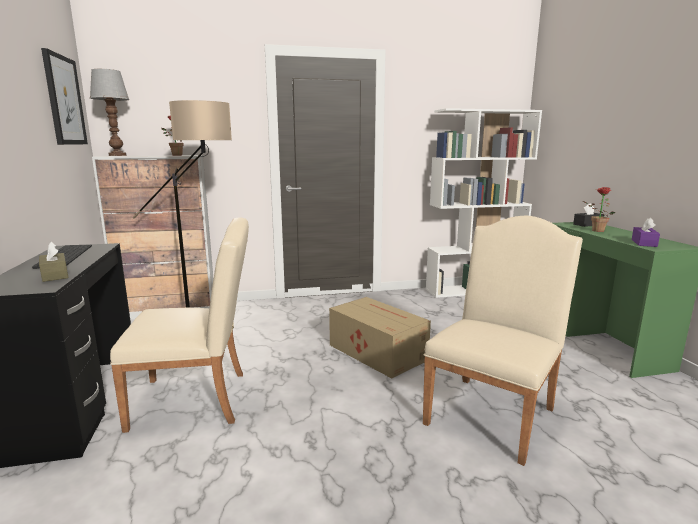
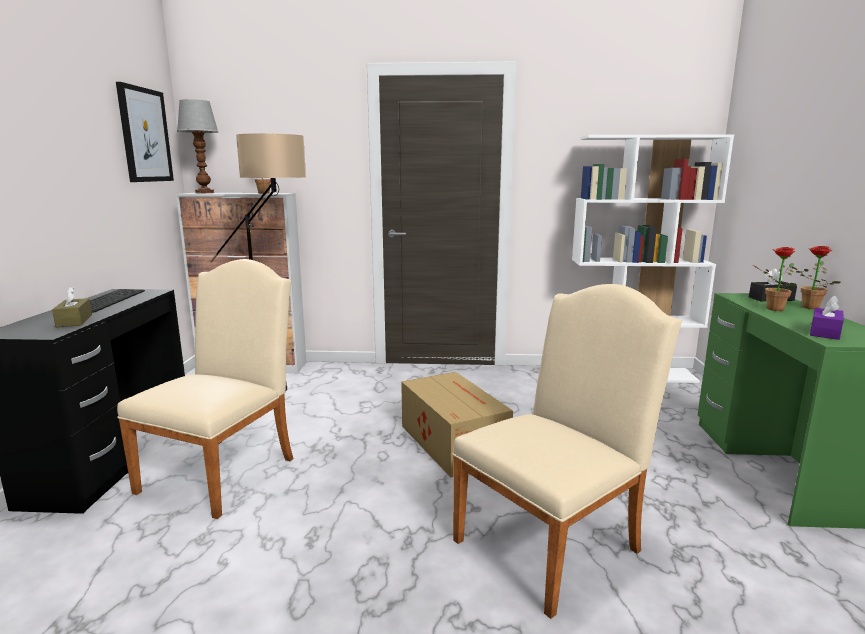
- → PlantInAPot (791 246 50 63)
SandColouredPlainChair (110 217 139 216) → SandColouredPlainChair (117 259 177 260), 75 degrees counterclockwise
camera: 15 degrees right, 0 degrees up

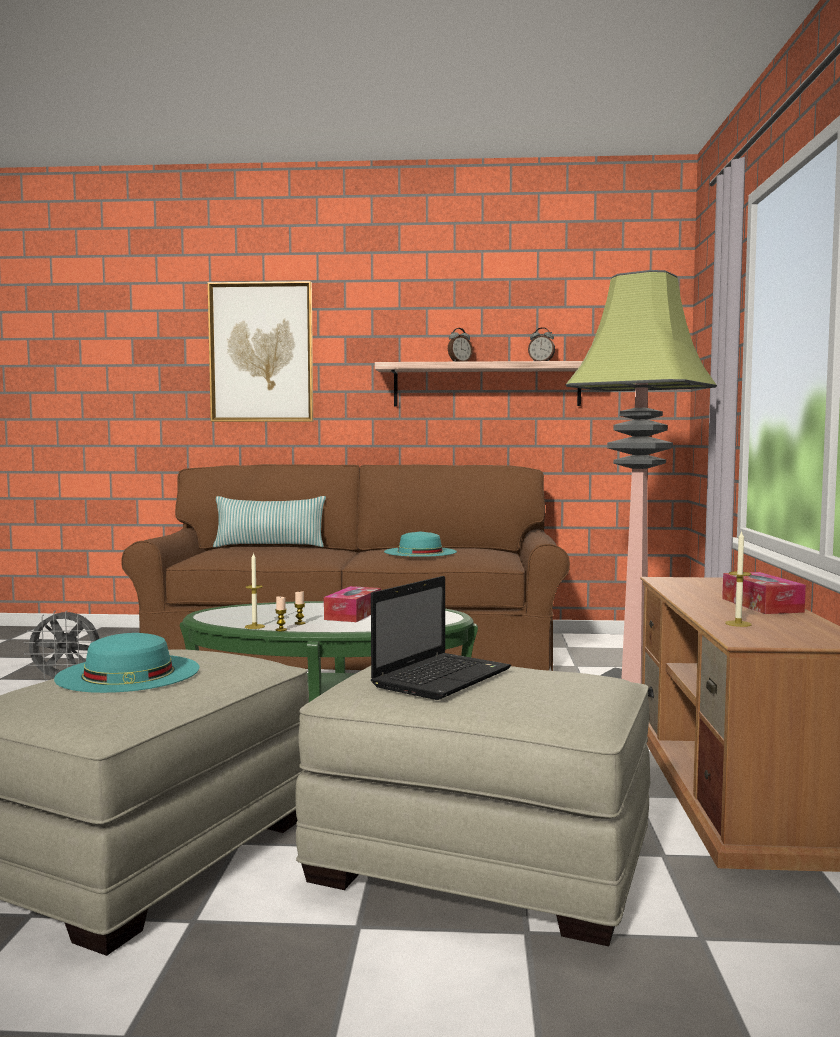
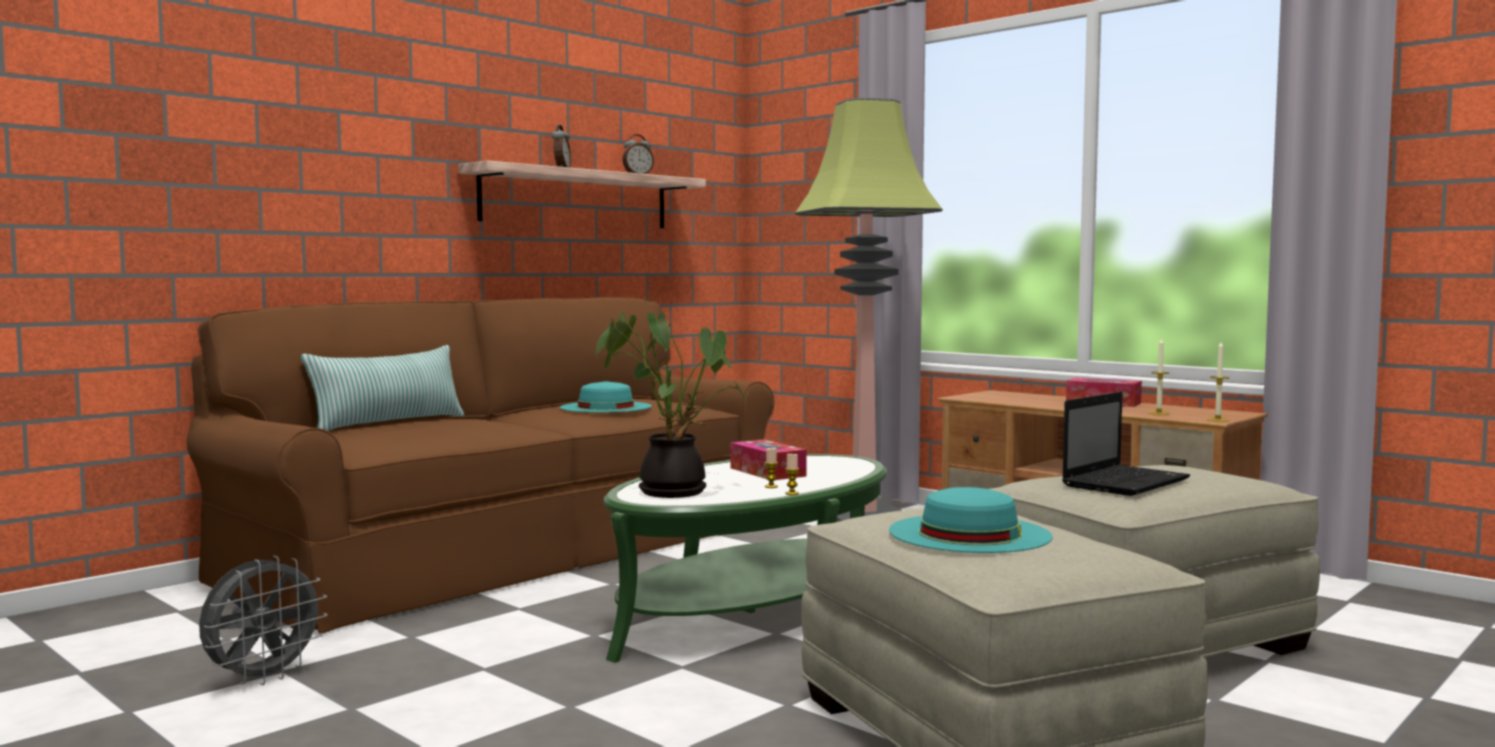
WallArt (208 281 105 141) → -
- → PlantInAPot (596 312 150 186)
WaxLight (245 552 20 77) → WaxLight (1207 342 23 80), moved
NotebookComputer (371 576 140 124) → NotebookComputer (1062 392 128 104), 60 degrees clockwise
camera: 50 degrees left, 0 degrees up

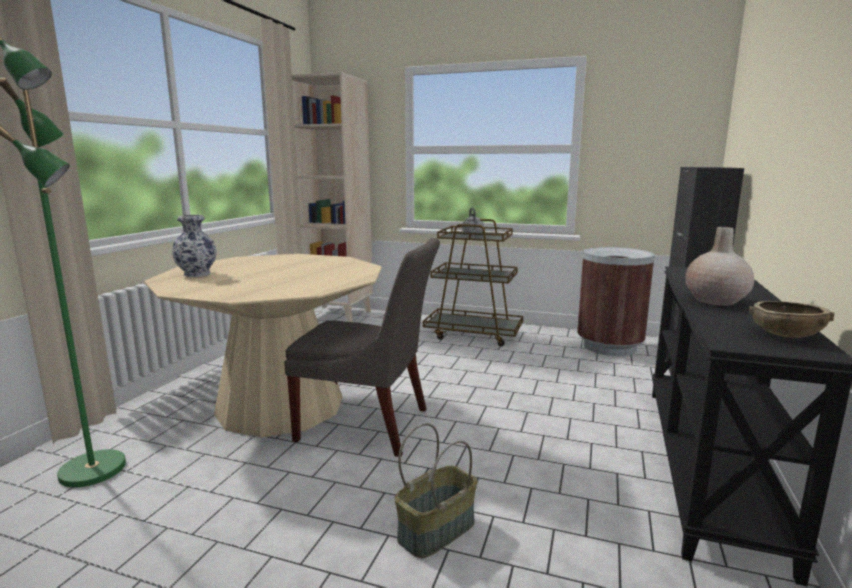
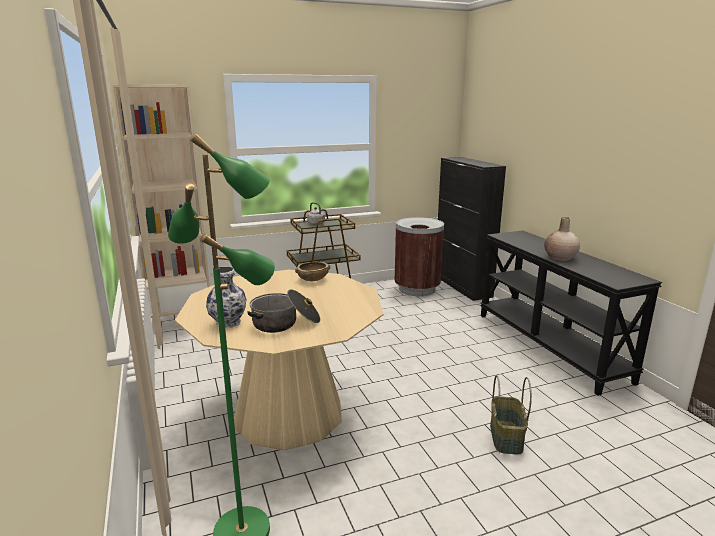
GreyPlainChair (284 238 156 219) → -
- → CookingPot (248 289 72 44)
BrownColouredDeepDish (749 301 85 37) → BrownColouredDeepDish (295 262 35 19), moved
camera: 40 degrees left, 5 degrees up

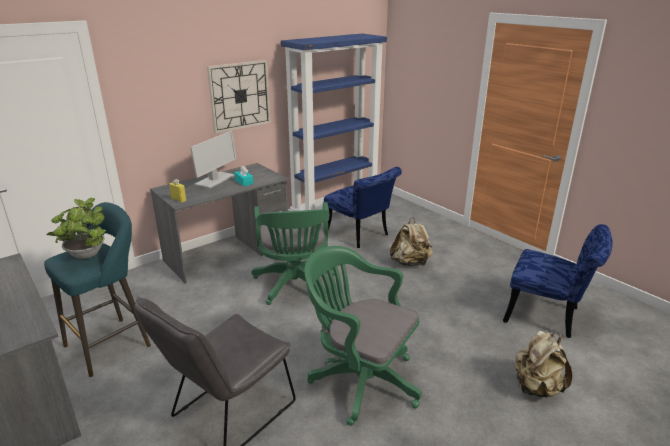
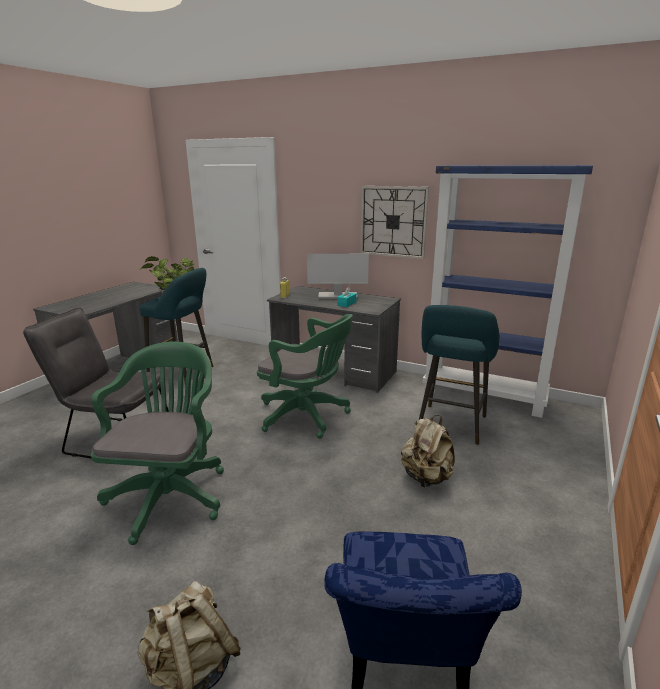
BluishPlainChair (324 167 78 81) → BlueGreenStoolSeat (419 305 81 140)
GreenishComputerChair (252 202 83 103) → GreenishComputerChair (257 314 96 125), 120 degrees counterclockwise
camera: 65 degrees right, 5 degrees down

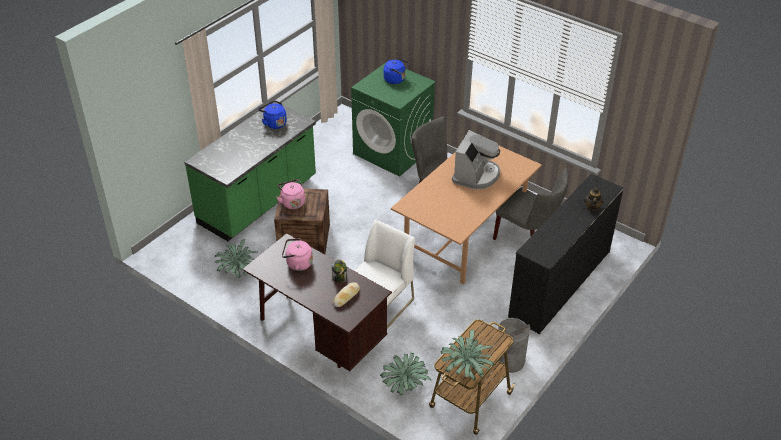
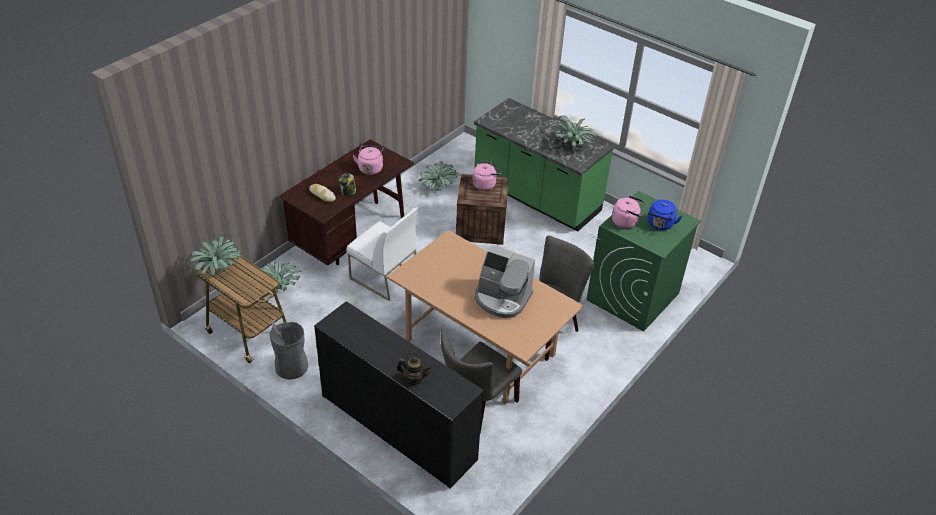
- → PinkKettle (612 196 32 32)
BluishKettle (258 100 29 29) → PlantInAPot (554 115 43 32)
camera: 90 degrees right, 0 degrees up

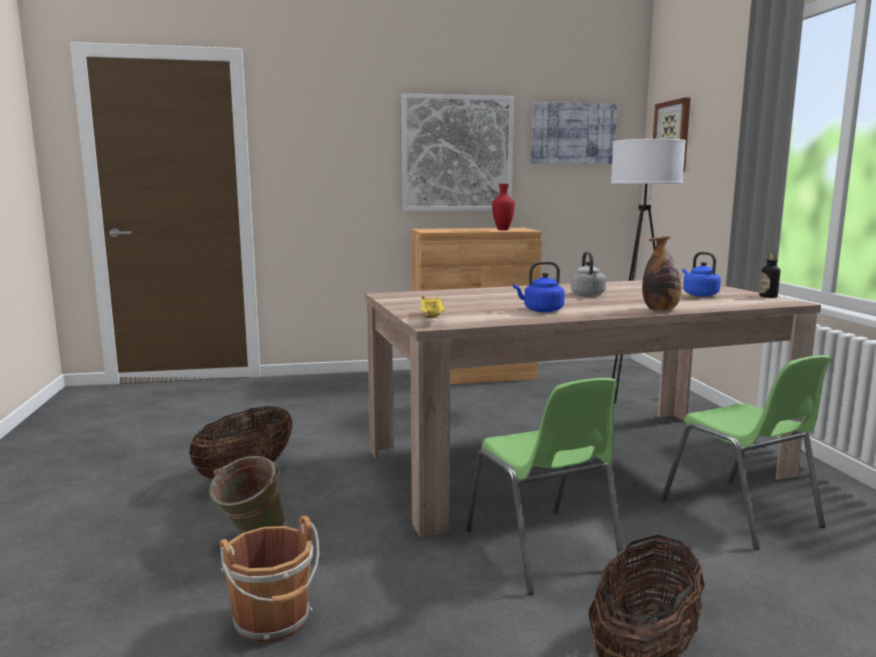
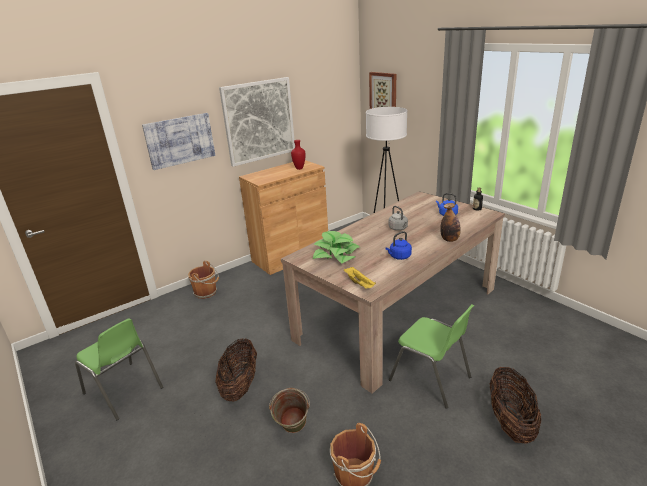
- → BrownColouredPail (188 261 31 38)
- → PlantInAPot (313 231 47 33)
WallArt (531 102 86 62) → WallArt (142 113 73 57), moved
GreenishPlainChair (661 355 171 194) → GreenishPlainChair (75 318 88 102), moved
camera: 25 degrees left, 15 degrees up

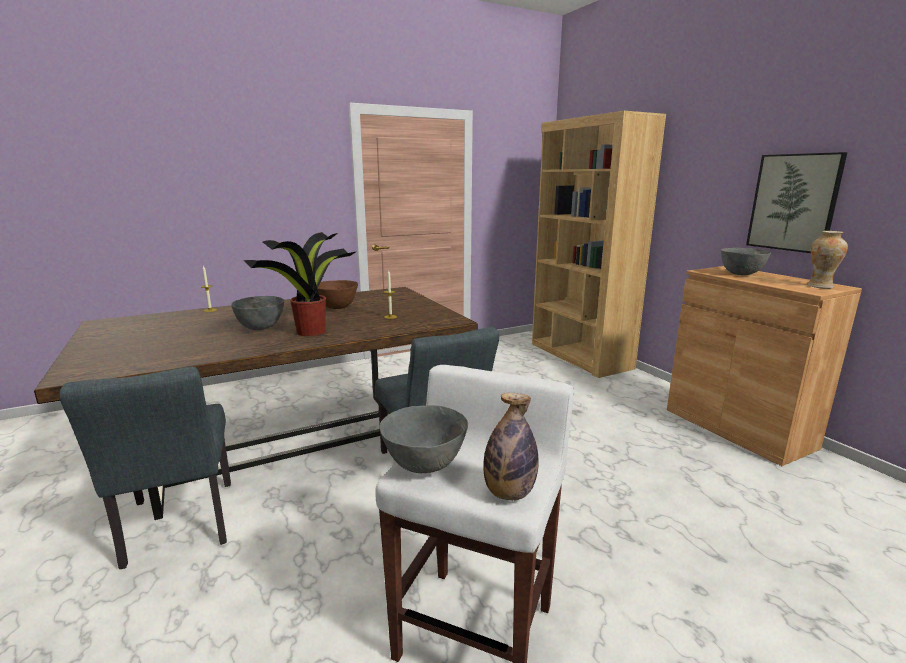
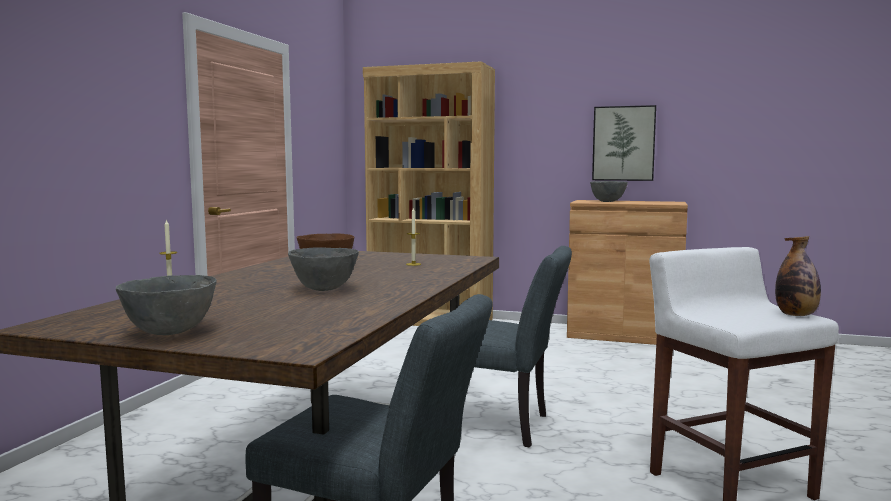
PlantInAPot (243 232 113 104) → -
FlowerVase (807 231 41 58) → -
GreyDeepDish (380 405 88 68) → GreyDeepDish (116 275 101 60), moved
camera: 45 degrees left, 10 degrees down

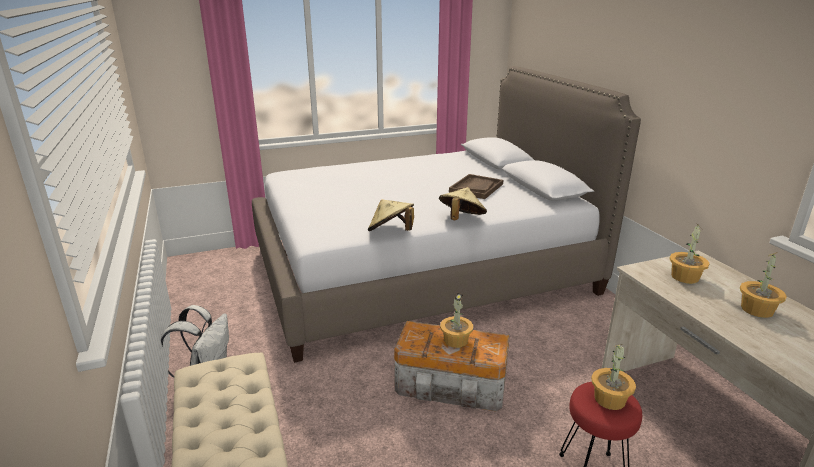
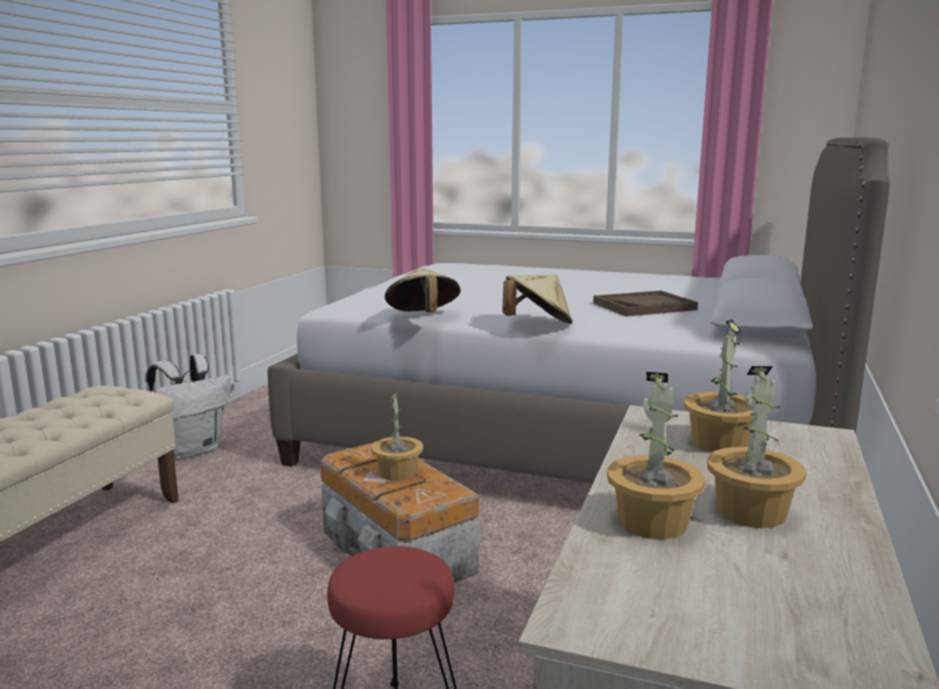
PlantInAPot (591 344 45 66) → PlantInAPot (607 372 99 167), moved
camera: 40 degrees right, 10 degrees down

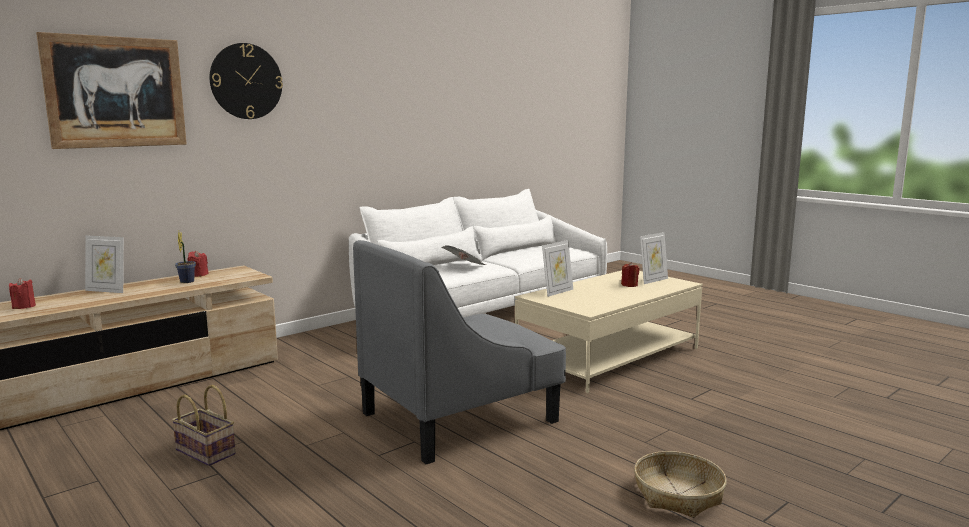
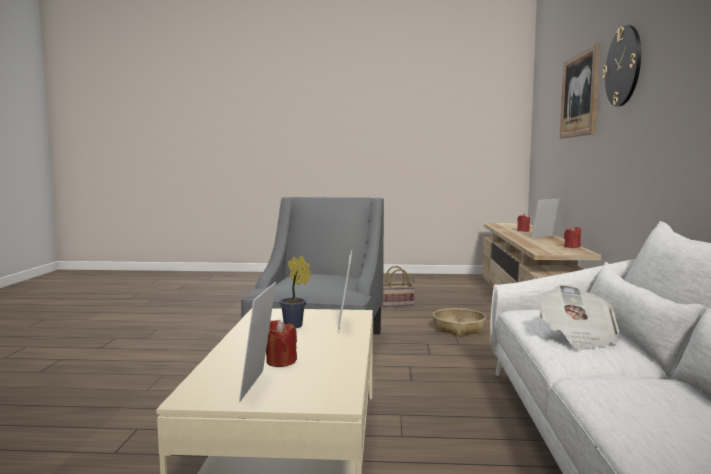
PlantInAPot (175 231 21 52) → PlantInAPot (279 256 32 73), moved
StorageBasket (634 451 93 67) → StorageBasket (433 308 53 28), moved
camera: 135 degrees right, 5 degrees down

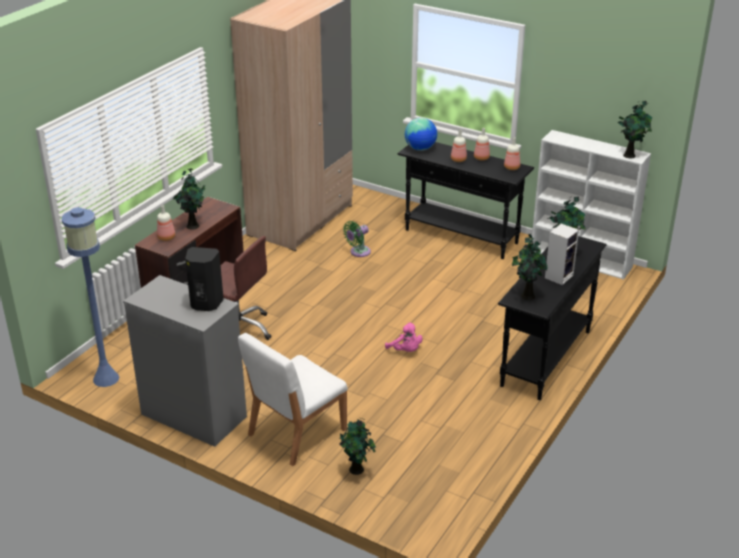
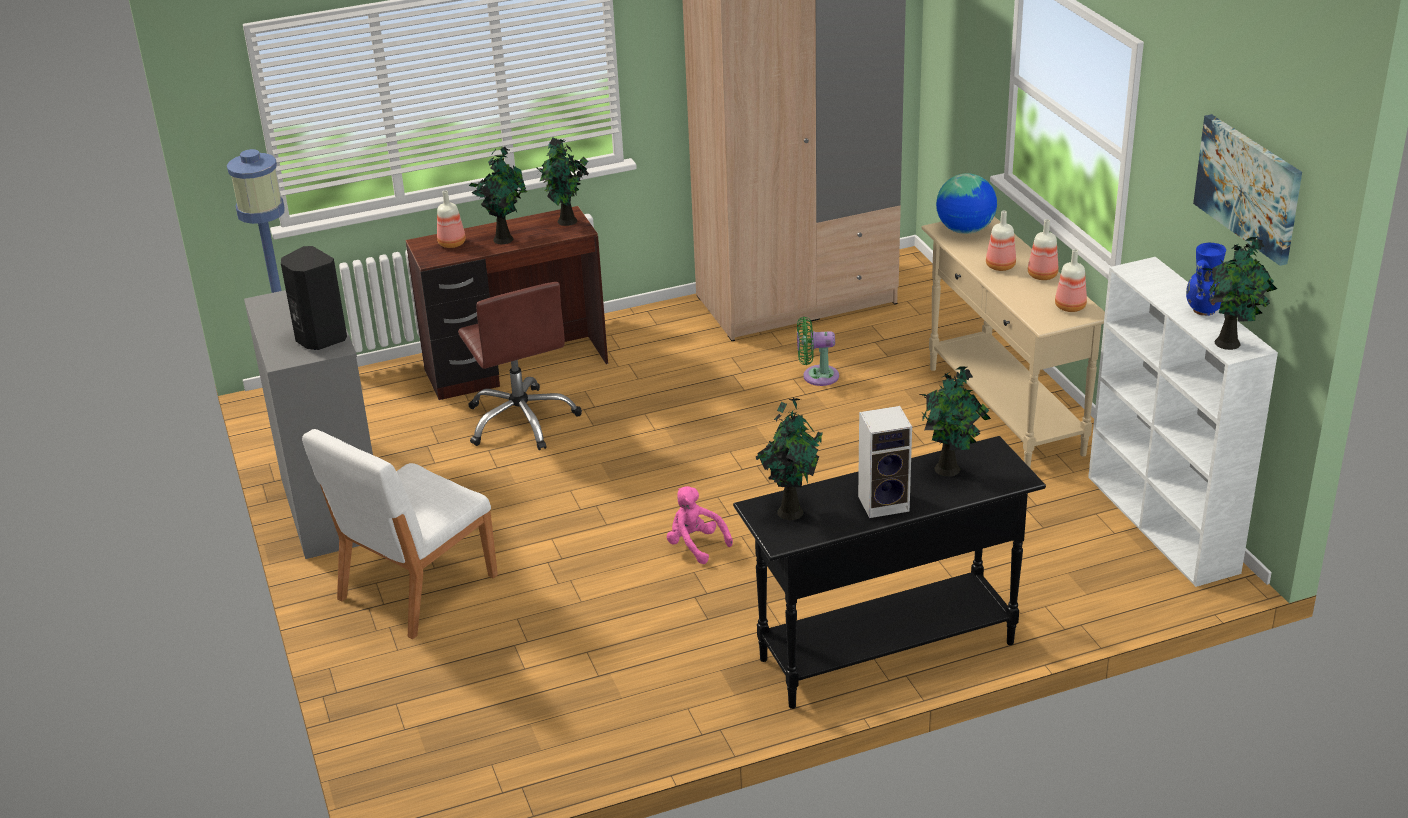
- → BluishFlowerVase (1186 243 40 73)
- → WallArt (1193 114 109 152)
PlantInAPot (339 418 37 57) → PlantInAPot (537 137 52 89), moved
BlackConsoleTable (397 142 137 117) → SandColouredConsoleTable (921 216 184 252)
WhitePlainChair (238 333 110 133) → WhitePlainChair (302 429 196 210), 45 degrees counterclockwise
PinkPlushToy (385 322 38 30) → PinkPlushToy (667 486 66 78), 135 degrees clockwise
camera: 40 degrees right, 0 degrees up

